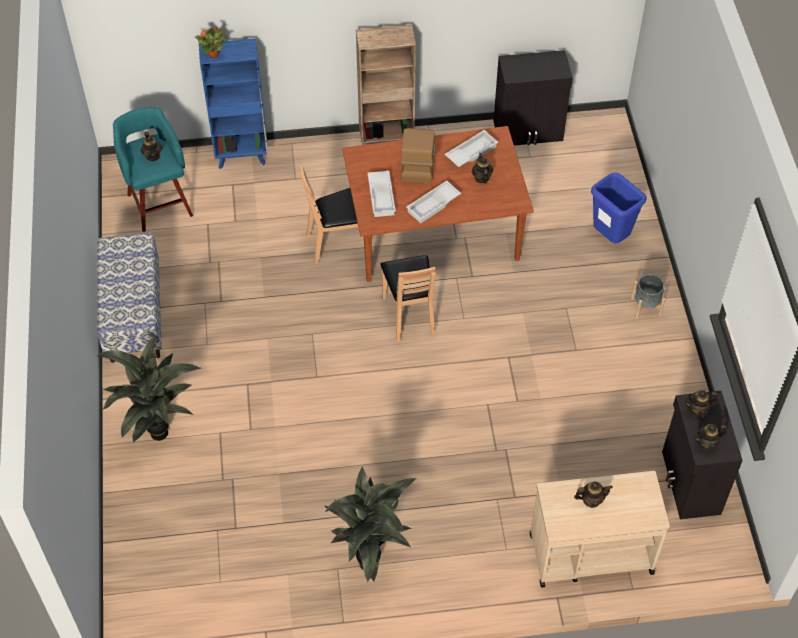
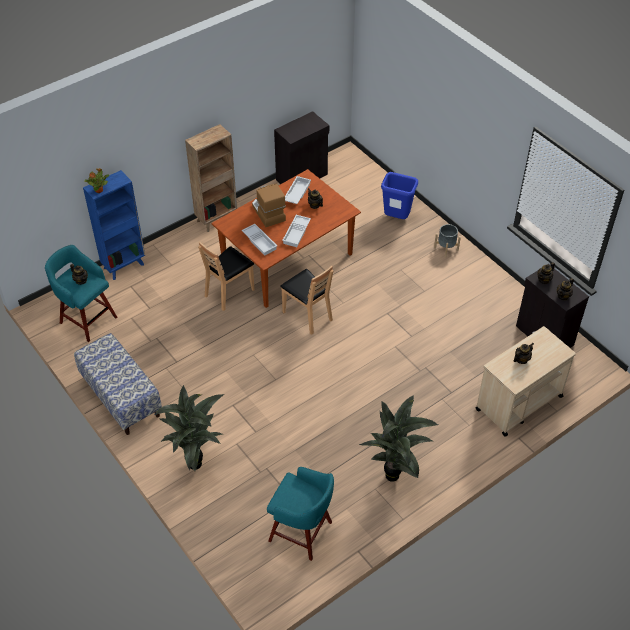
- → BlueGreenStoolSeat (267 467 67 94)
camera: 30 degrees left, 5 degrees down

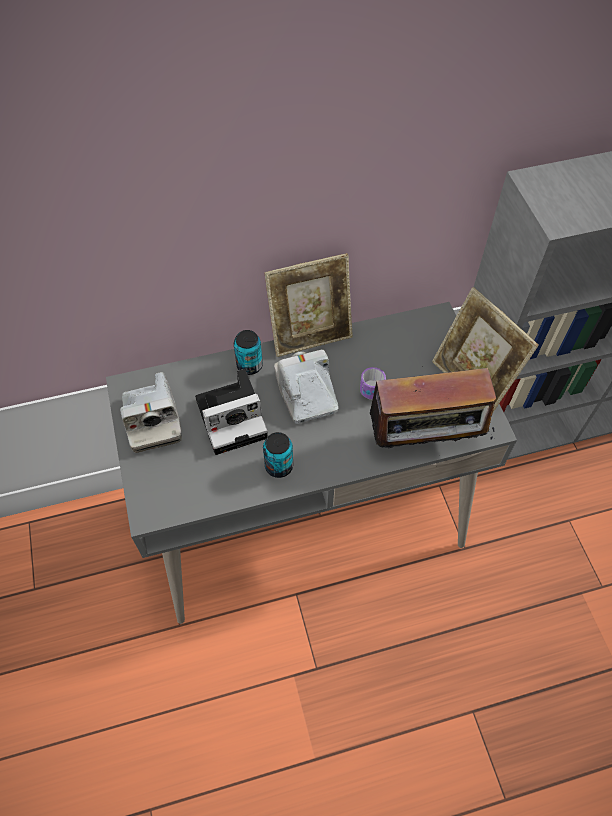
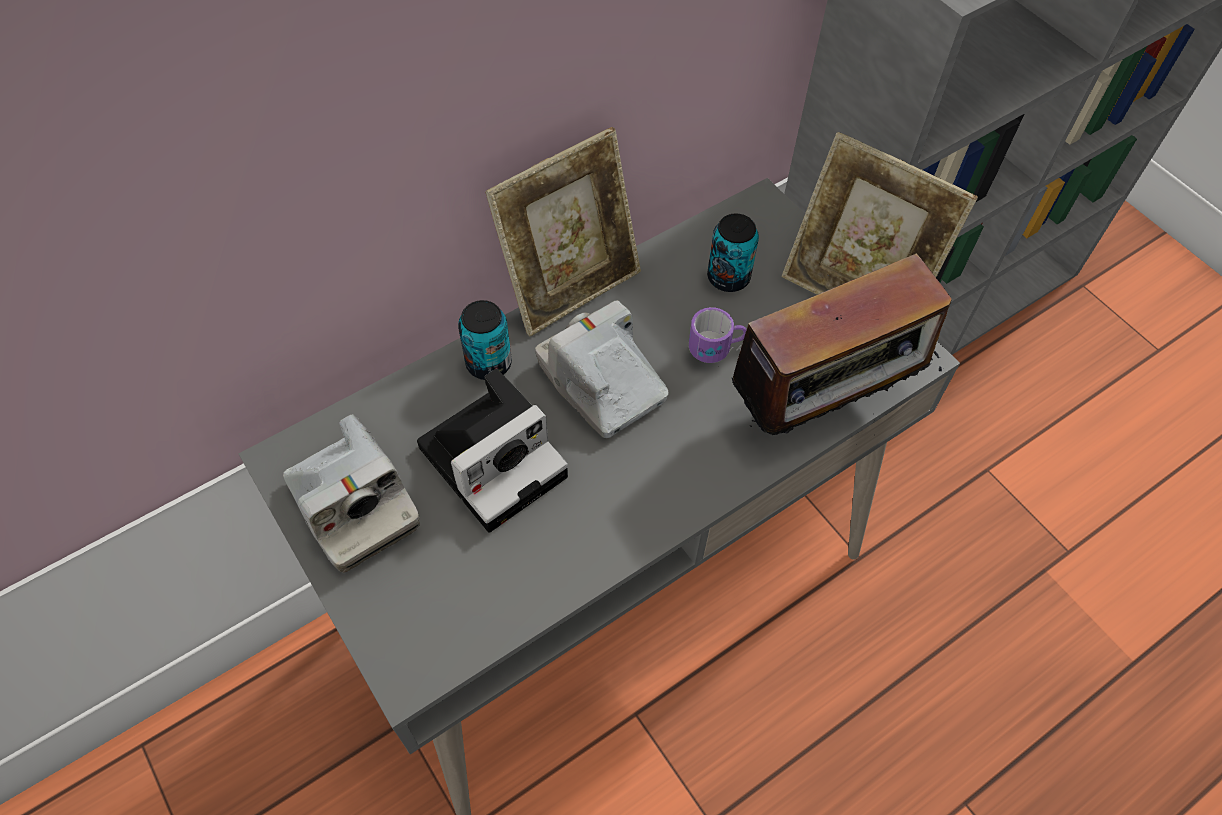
Can (263 432 30 46) → Can (707 214 52 78), moved
camera: 20 degrees left, 0 degrees up

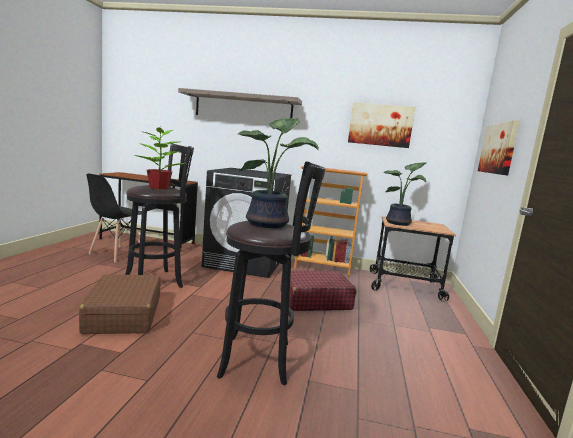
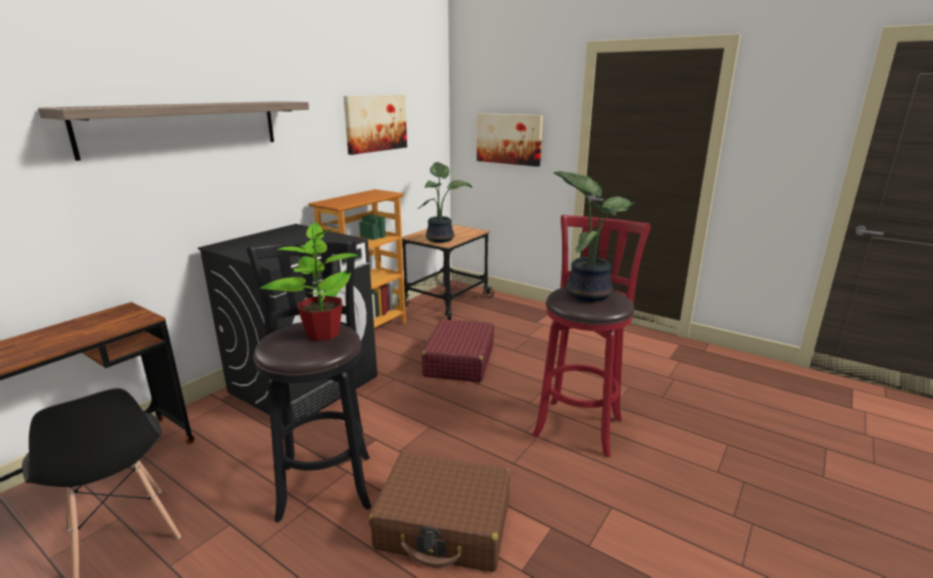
BlackStoolSeat (217 161 109 224) → RedStoolSeat (533 215 118 243)
camera: 65 degrees left, 10 degrees up

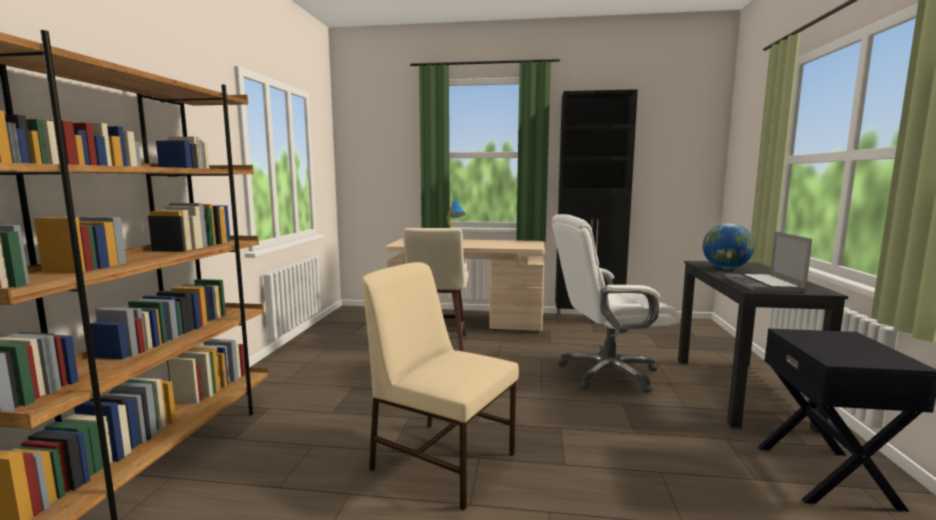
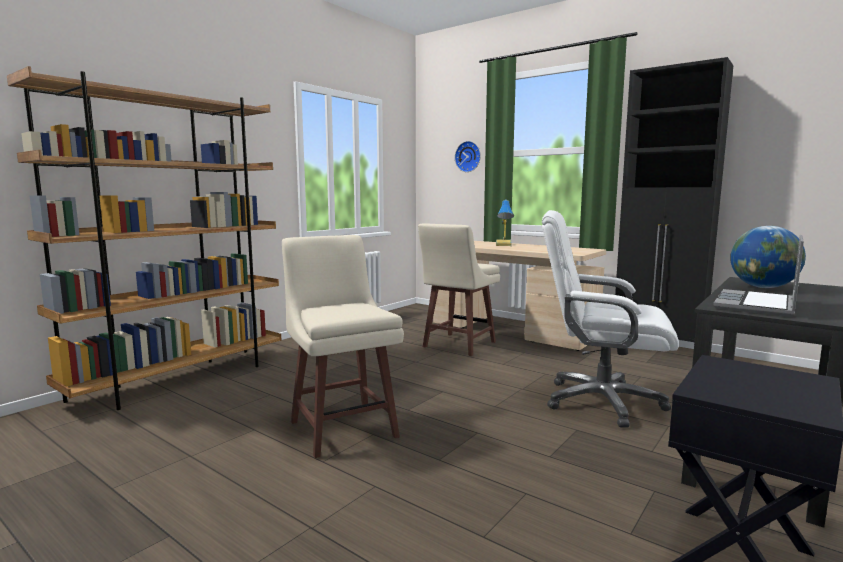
- → WallClock (455 141 26 31)
SandColouredPlainChair (362 262 157 248) → SandColouredStoolSeat (282 235 122 223)
camera: 30 degrees right, 0 degrees up

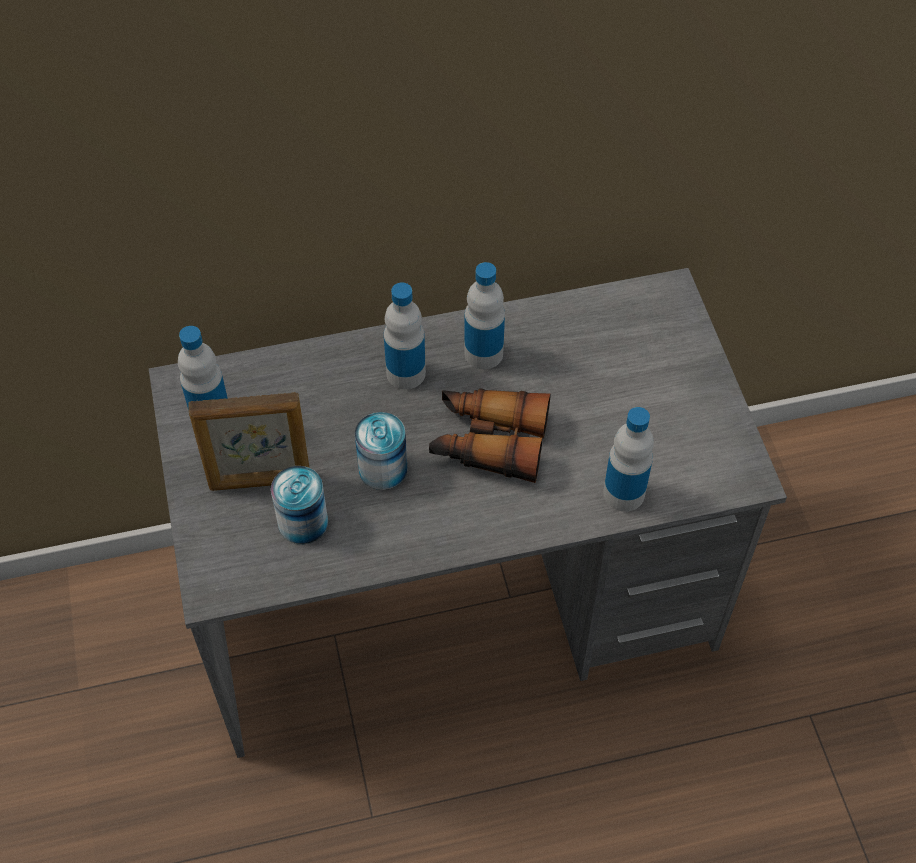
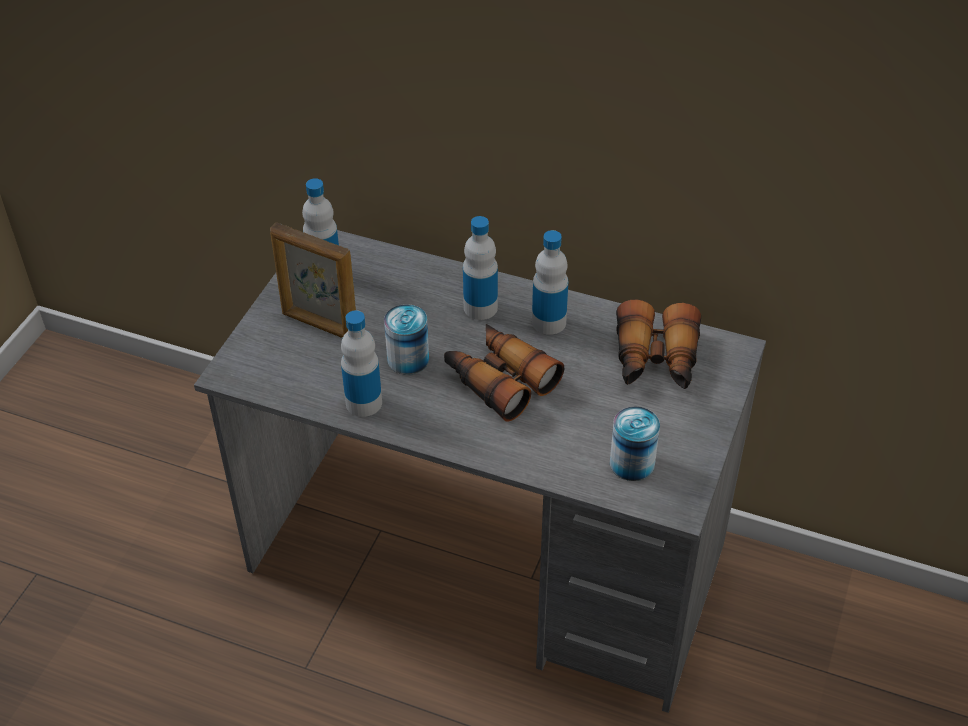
- → FieldGlasses (616 300 85 89)
Can (271 466 57 78) → Can (610 406 50 75), moved
BeverageBottle (603 407 51 105) → BeverageBottle (341 310 41 107), moved
camera: 35 degrees right, 10 degrees down

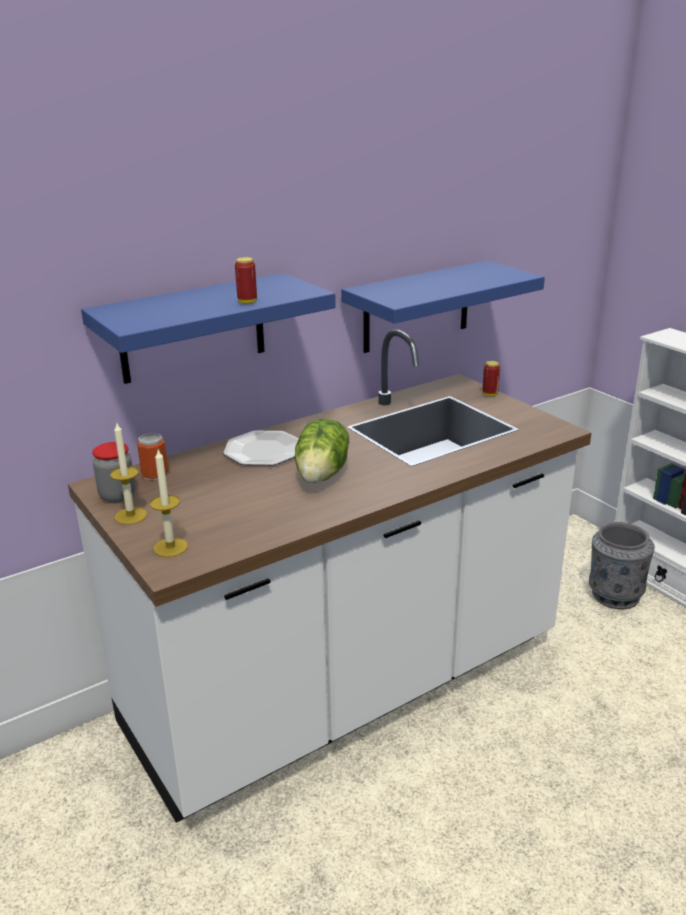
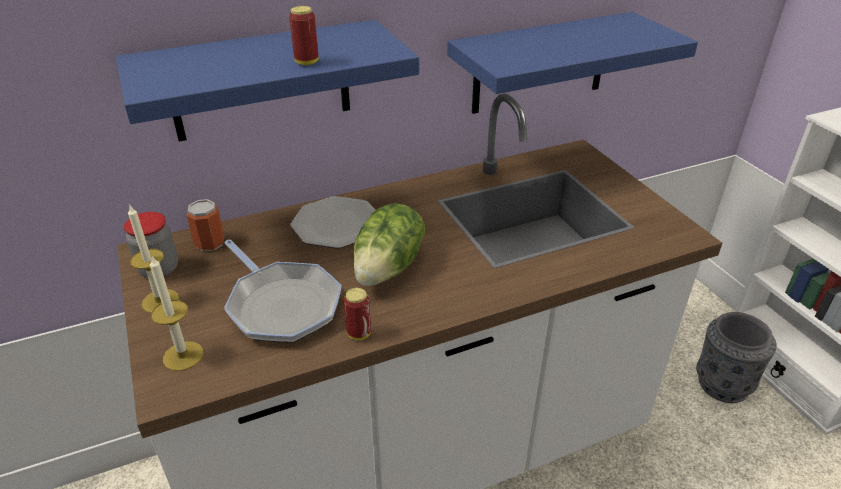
- → FryingPan (224 240 118 103)
Can (482 361 18 35) → Can (344 288 27 52), moved
camera: 10 degrees right, 10 degrees up

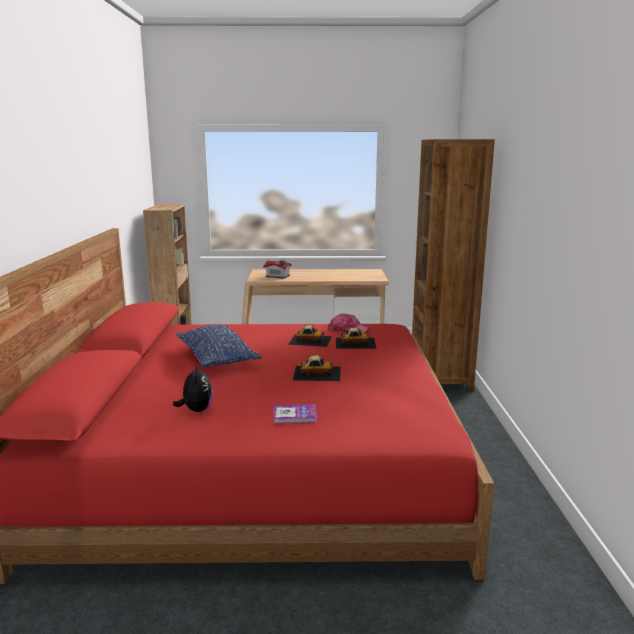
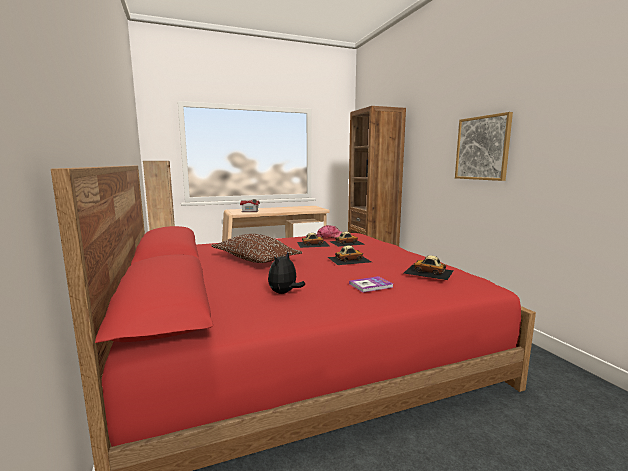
- → MiniatureCar (404 255 50 25)
- → WallArt (455 112 58 69)
BluishThrowPillow (176 325 86 43) → BrownColouredThrowPillow (211 234 91 29)
PlushToy (173 364 40 48) → PlushToy (268 252 37 42), 120 degrees counterclockwise
camera: 20 degrees left, 5 degrees down

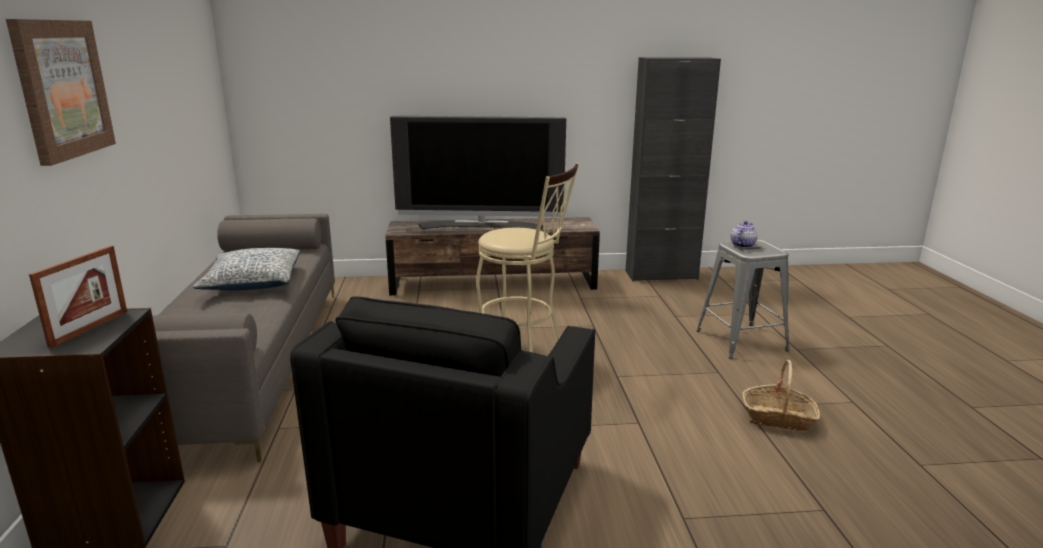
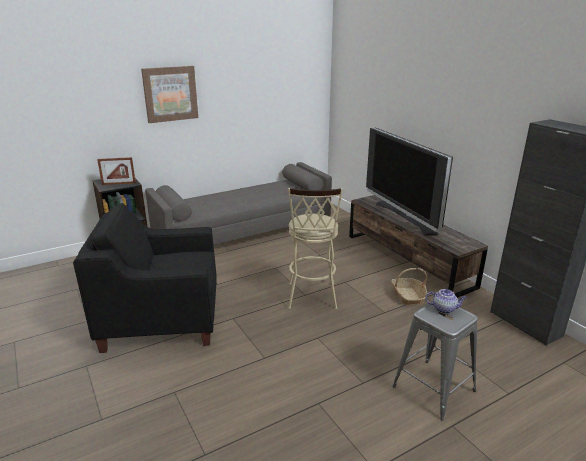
ThrowPillow (193 248 107 43) → -
StorageBasket (742 360 79 72) → StorageBasket (391 268 36 37), moved
camera: 65 degrees right, 5 degrees up

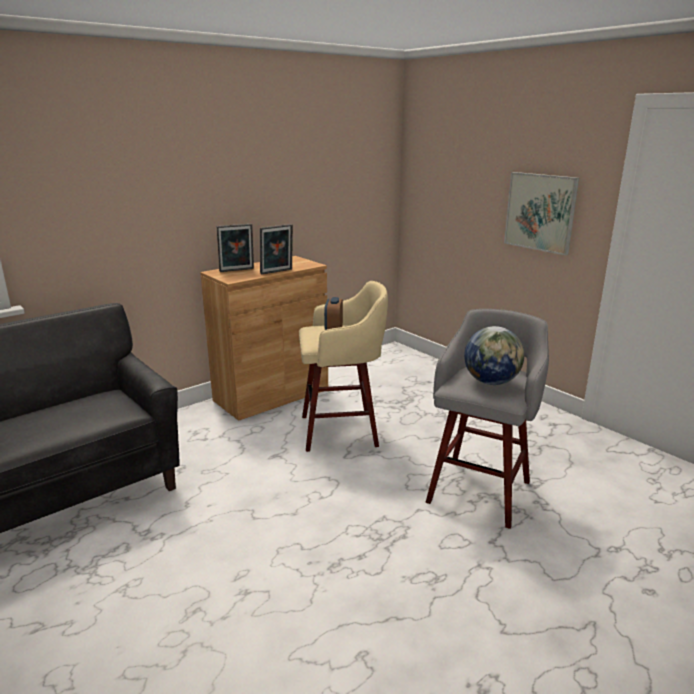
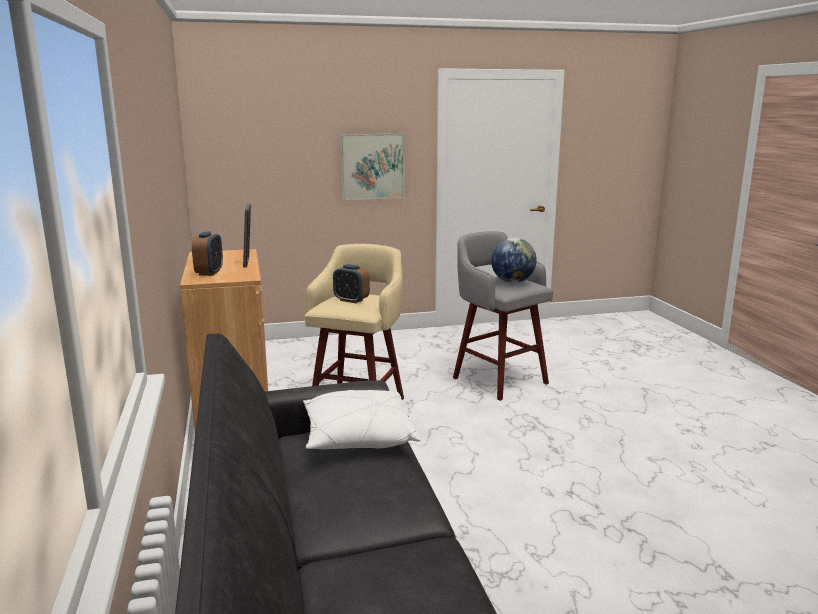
- → WhiteThrowPillow (303 390 118 59)
PictureFrame (217 224 37 48) → BedsideClock (192 232 31 44)
camera: 65 degrees left, 5 degrees down

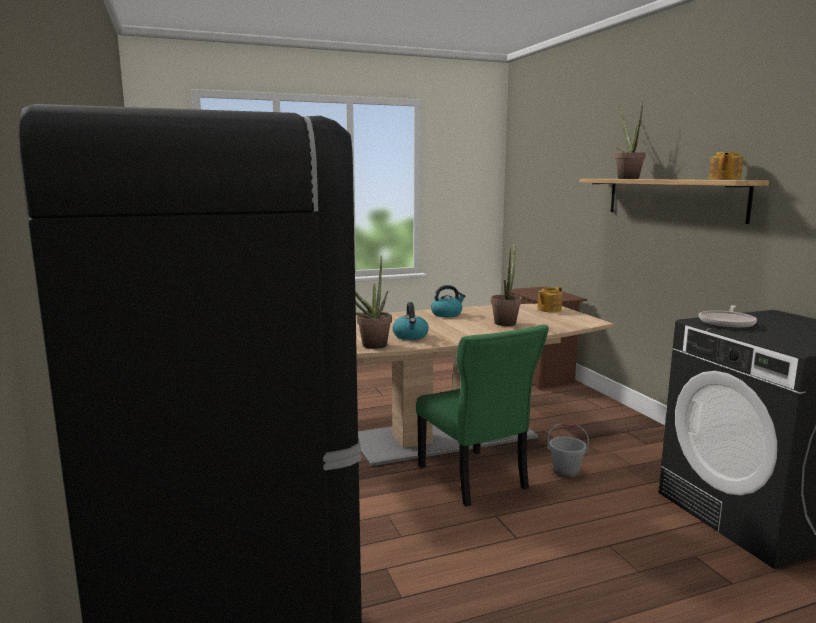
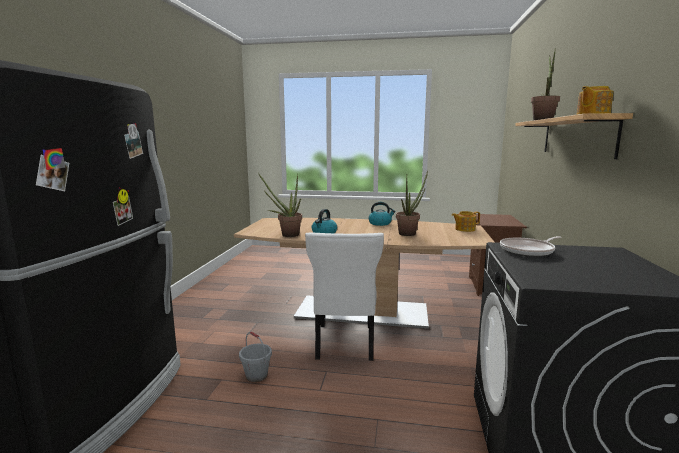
GreyPail (547 423 42 55) → GreyPail (239 332 33 50), moved
GreenishPlainChair (416 324 133 183) → WhitePlainChair (305 233 79 128)
camera: 30 degrees right, 0 degrees up

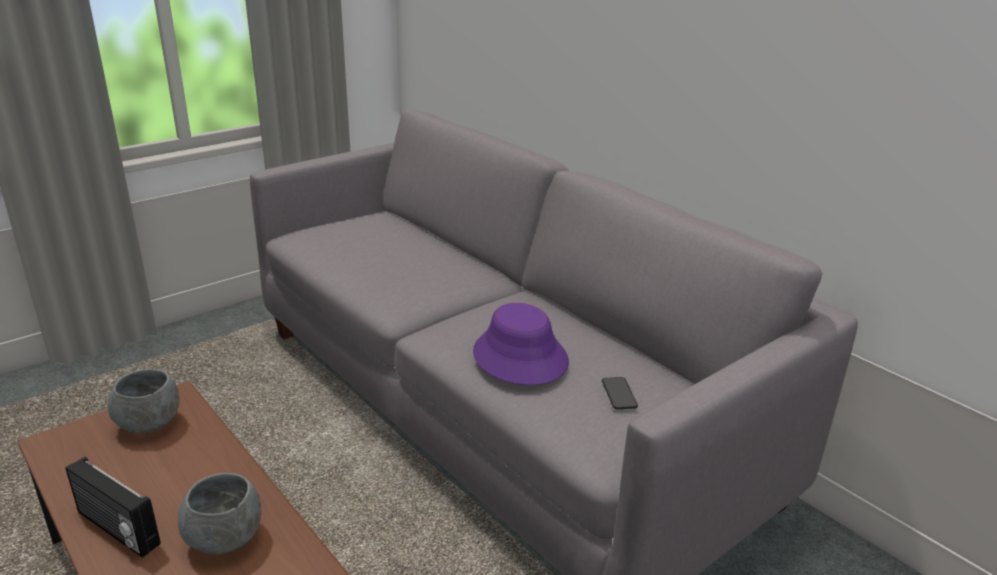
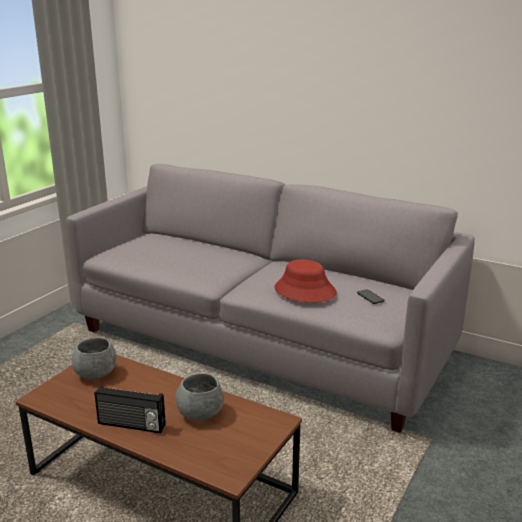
PurpleColouredClothingHat (473 303 96 82) → RedClothingHat (274 260 63 42)
camera: 20 degrees left, 5 degrees down

